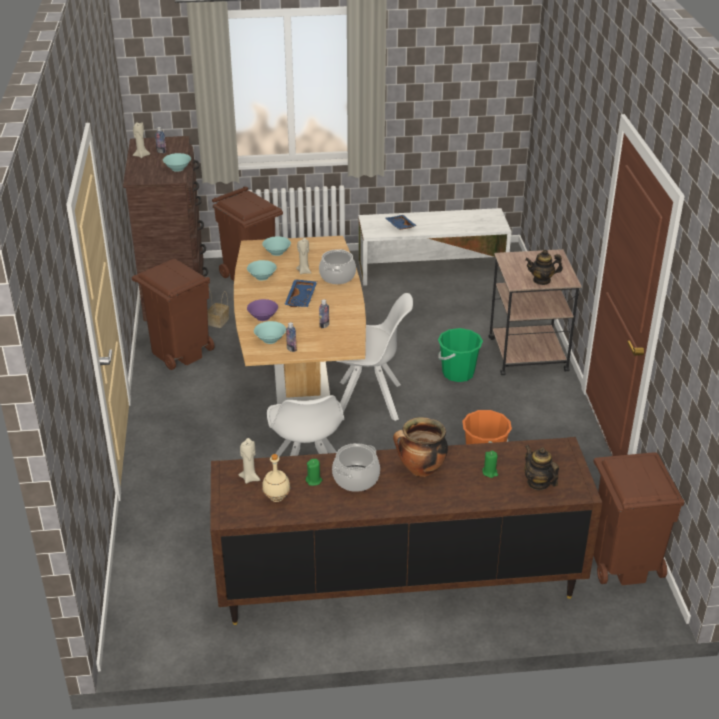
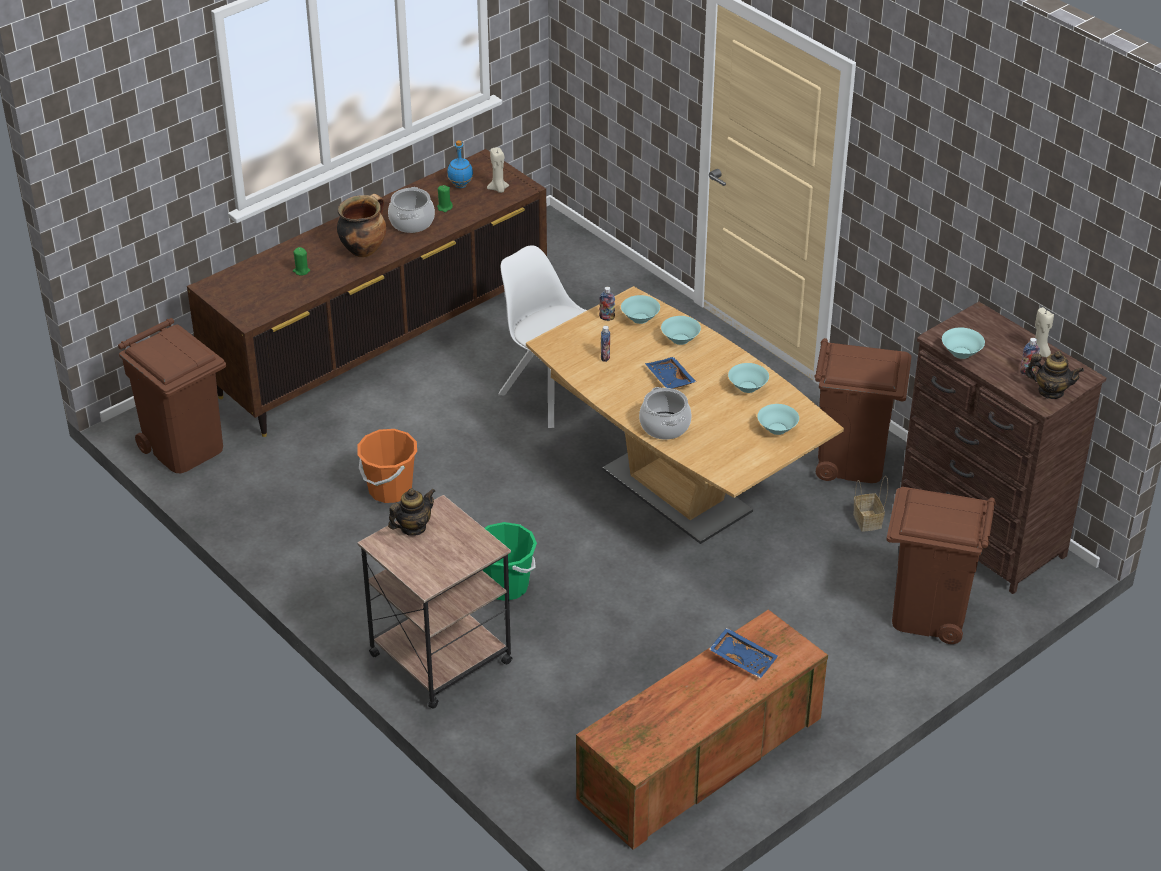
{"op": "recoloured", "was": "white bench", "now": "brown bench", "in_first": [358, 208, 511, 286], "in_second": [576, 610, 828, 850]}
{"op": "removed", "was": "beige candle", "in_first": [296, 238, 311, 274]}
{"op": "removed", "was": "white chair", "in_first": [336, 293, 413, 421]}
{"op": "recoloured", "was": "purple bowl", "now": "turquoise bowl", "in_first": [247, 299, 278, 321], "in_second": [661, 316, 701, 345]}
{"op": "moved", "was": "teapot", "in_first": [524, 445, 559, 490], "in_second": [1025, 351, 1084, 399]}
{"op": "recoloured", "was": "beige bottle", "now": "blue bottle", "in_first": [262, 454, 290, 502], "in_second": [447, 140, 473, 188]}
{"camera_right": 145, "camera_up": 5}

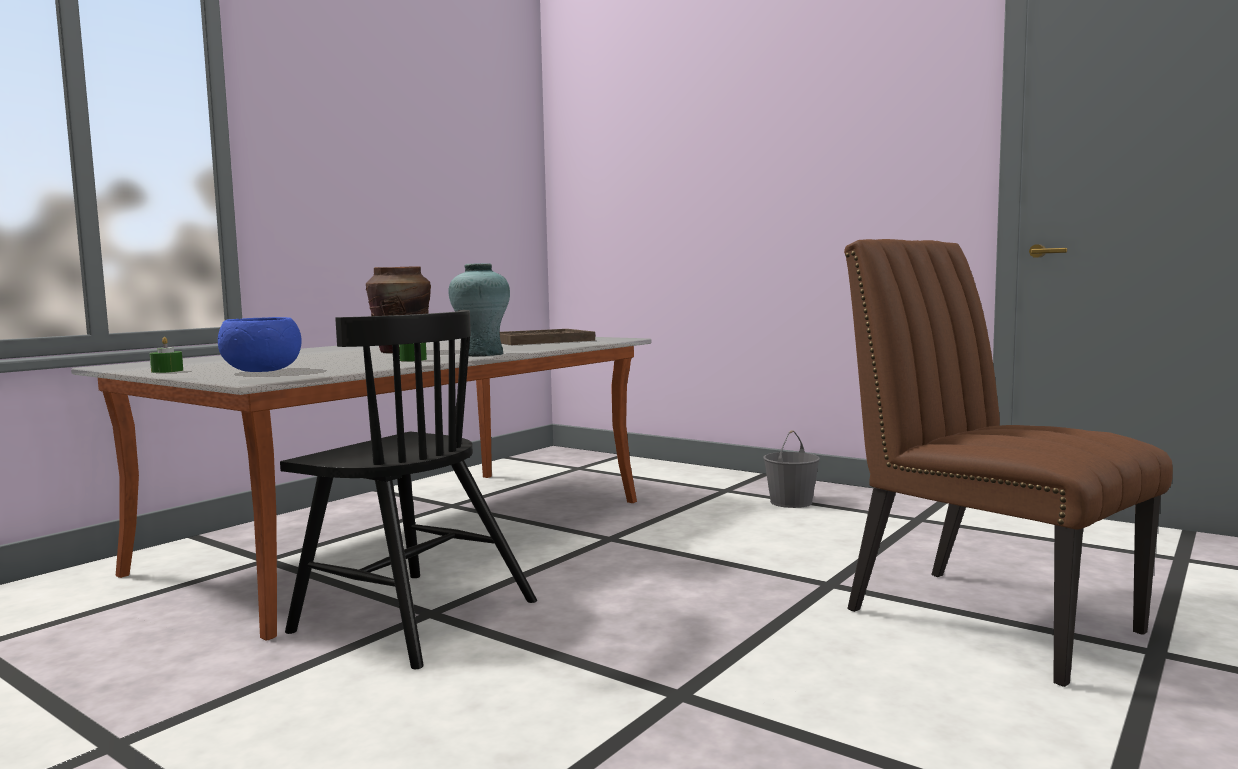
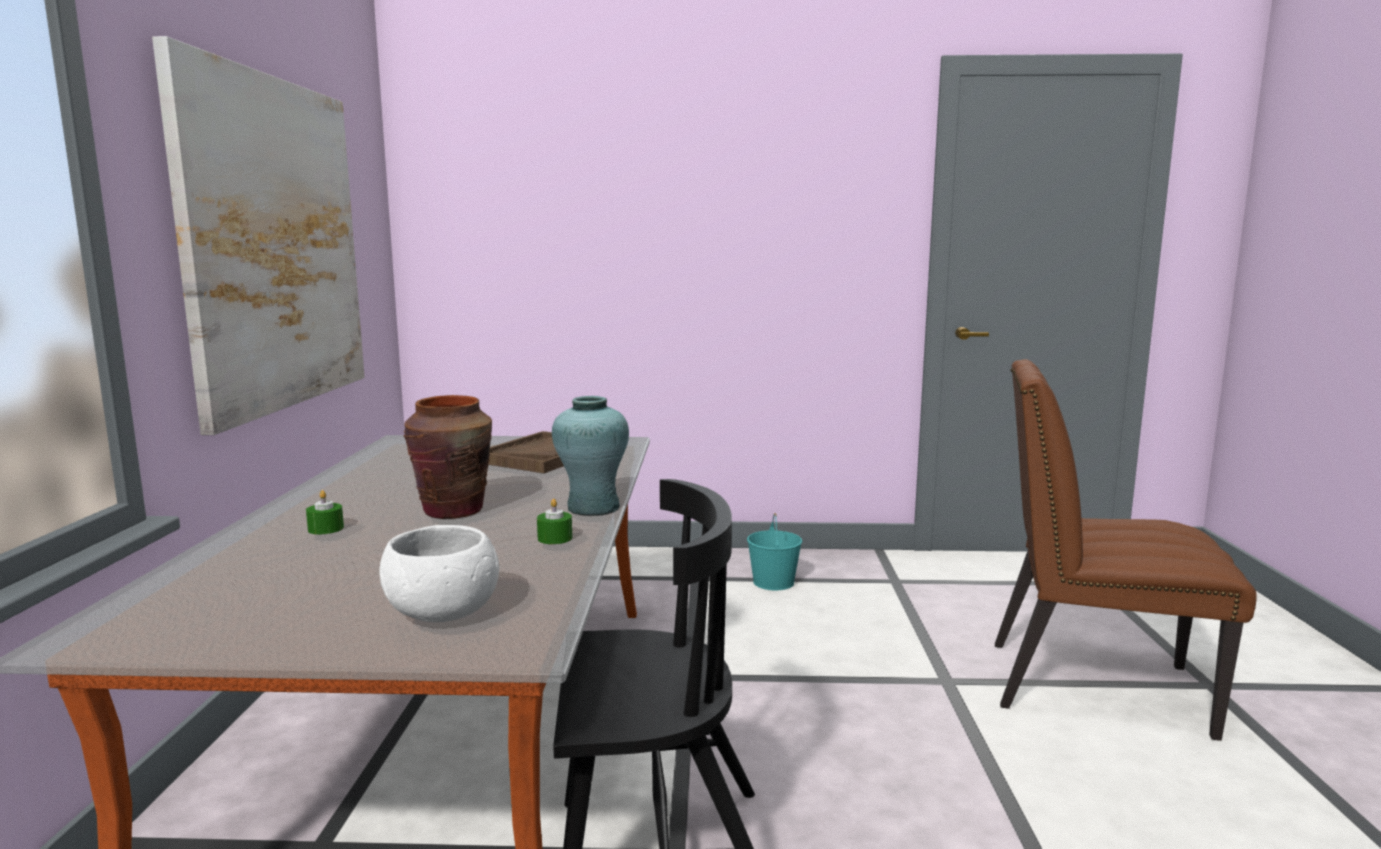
{"op": "recoloured", "was": "blue bowl", "now": "white bowl", "in_first": [218, 317, 302, 372], "in_second": [379, 525, 499, 622]}
{"op": "moved", "was": "green candle", "in_first": [150, 337, 183, 373], "in_second": [306, 490, 344, 534]}
{"op": "recoloured", "was": "grey bucket", "now": "turquoise bucket", "in_first": [763, 430, 820, 508], "in_second": [747, 513, 802, 590]}
{"op": "added", "now": "picture", "in_second": [152, 36, 365, 435]}
{"camera_right": -35, "camera_up": 5}

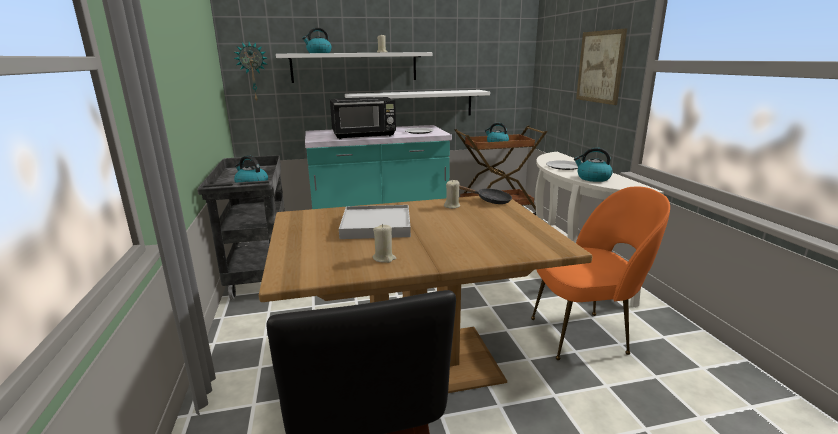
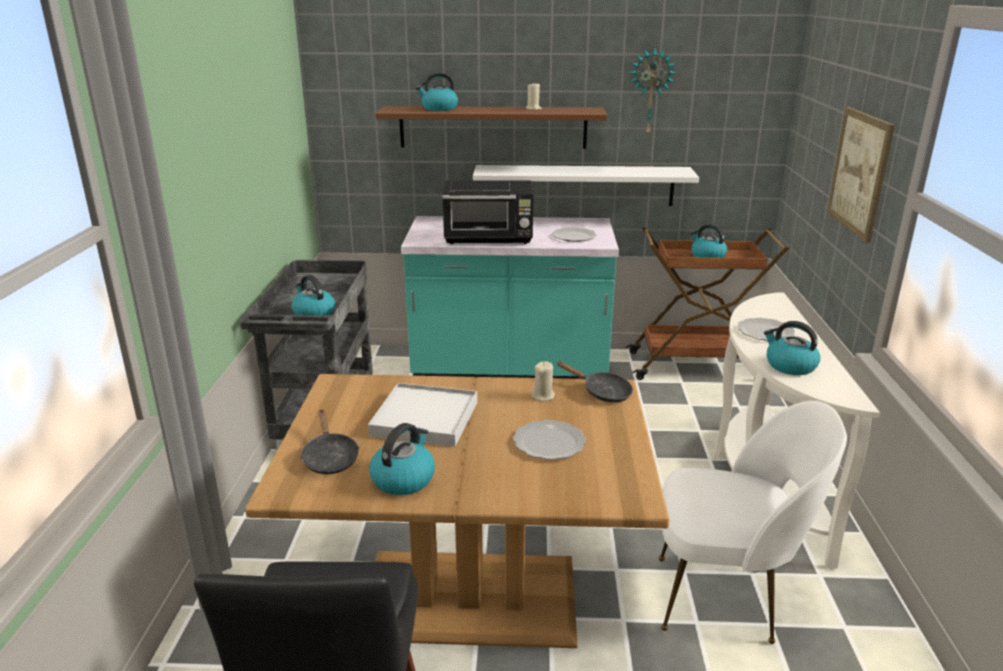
{"op": "moved", "was": "wall clock", "in_first": [234, 42, 268, 102], "in_second": [629, 48, 676, 135]}
{"op": "recoloured", "was": "white shelf", "now": "brown shelf", "in_first": [276, 52, 432, 83], "in_second": [375, 106, 607, 149]}
{"op": "recoloured", "was": "orange chair", "now": "white chair", "in_first": [531, 186, 670, 360], "in_second": [659, 401, 847, 644]}
{"op": "replaced", "was": "beige candle", "now": "kettle", "in_first": [373, 224, 396, 263], "in_second": [369, 423, 435, 495]}
{"op": "added", "now": "black frying pan", "in_second": [300, 409, 359, 474]}
{"op": "added", "now": "plate", "in_second": [513, 420, 586, 460]}
{"camera_right": 15, "camera_up": 5}

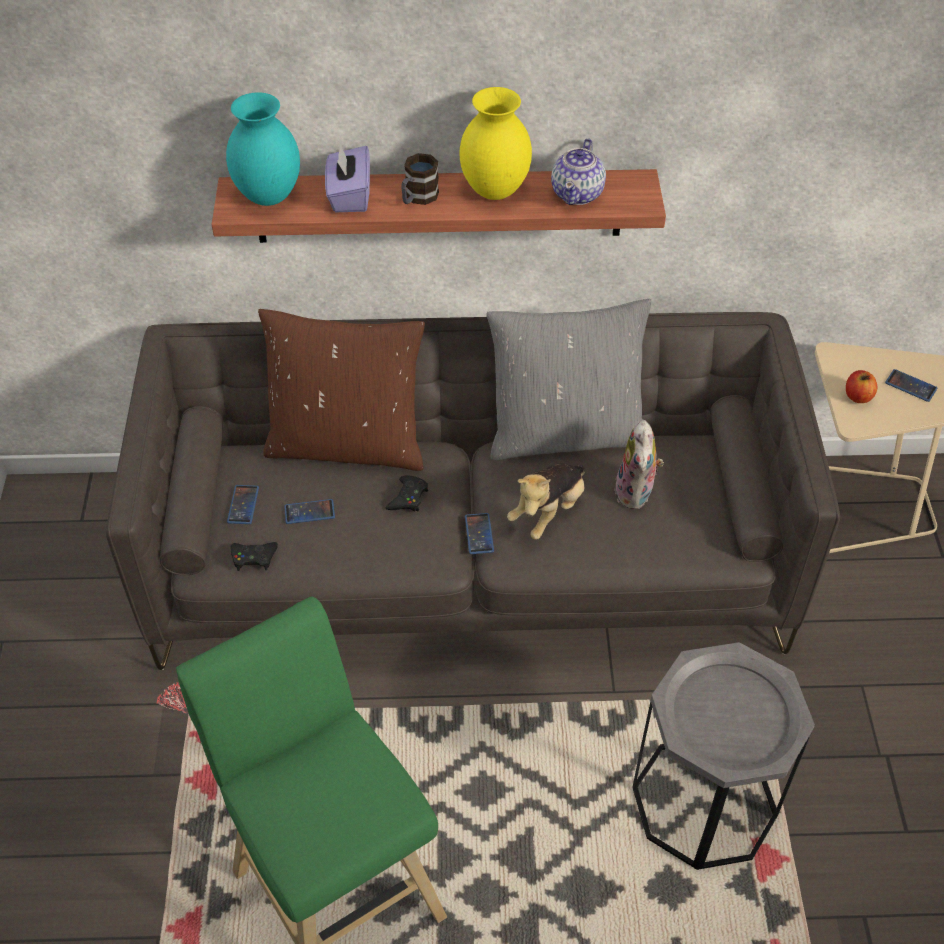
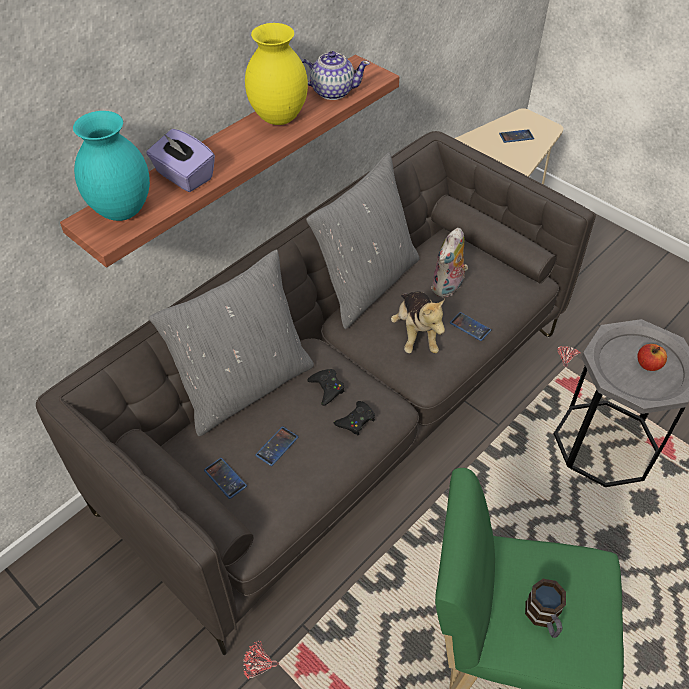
{"op": "turned", "was": "teapot", "in_first": [551, 139, 606, 205], "in_second": [301, 51, 370, 100], "clockwise": -60}
{"op": "moved", "was": "mug", "in_first": [401, 153, 439, 205], "in_second": [525, 579, 566, 638]}
{"op": "recoloured", "was": "brown pillow", "now": "grey pillow", "in_first": [258, 309, 425, 471], "in_second": [149, 250, 314, 436]}
{"op": "moved", "was": "apple", "in_first": [846, 370, 877, 403], "in_second": [637, 344, 667, 371]}
{"op": "turned", "was": "plush toy", "in_first": [614, 420, 664, 509], "in_second": [431, 228, 468, 298], "clockwise": 75}
{"op": "moved", "was": "phone", "in_first": [465, 513, 494, 554], "in_second": [450, 312, 491, 341]}
{"op": "moved", "was": "black game controller", "in_first": [231, 542, 278, 571], "in_second": [334, 401, 375, 435]}
{"camera_right": -45, "camera_up": 0}

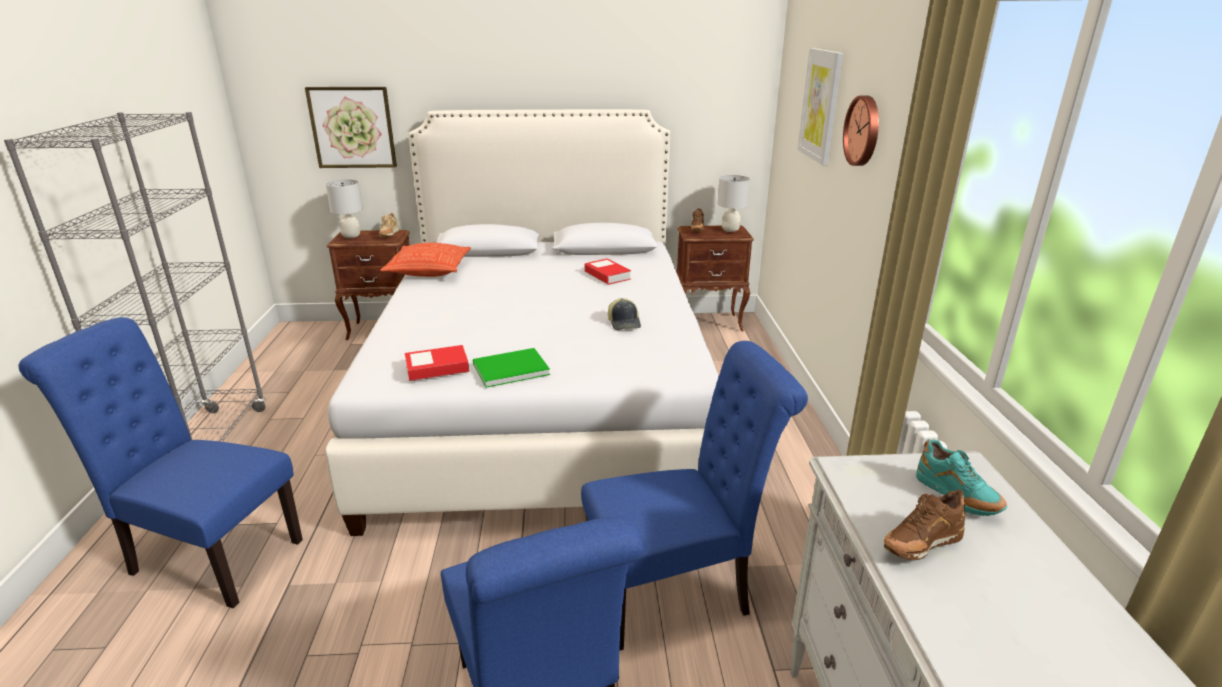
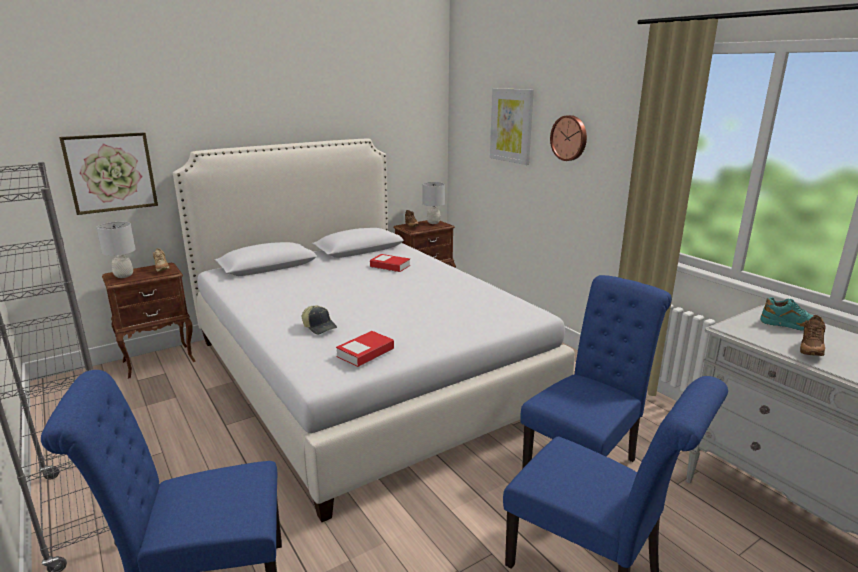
{"op": "removed", "was": "orange pillow", "in_first": [380, 243, 471, 277]}
{"op": "moved", "was": "cap", "in_first": [608, 298, 641, 331], "in_second": [302, 305, 337, 334]}
{"op": "removed", "was": "green book", "in_first": [473, 348, 550, 388]}
{"camera_right": -30, "camera_up": -5}

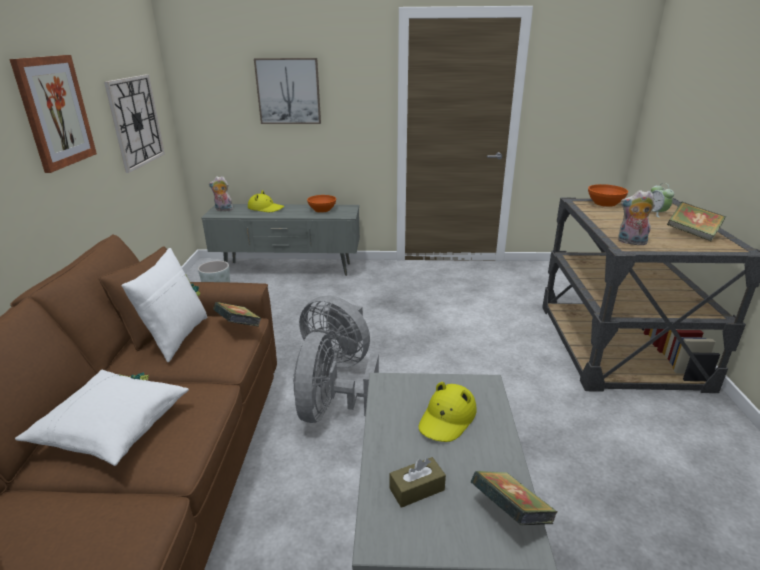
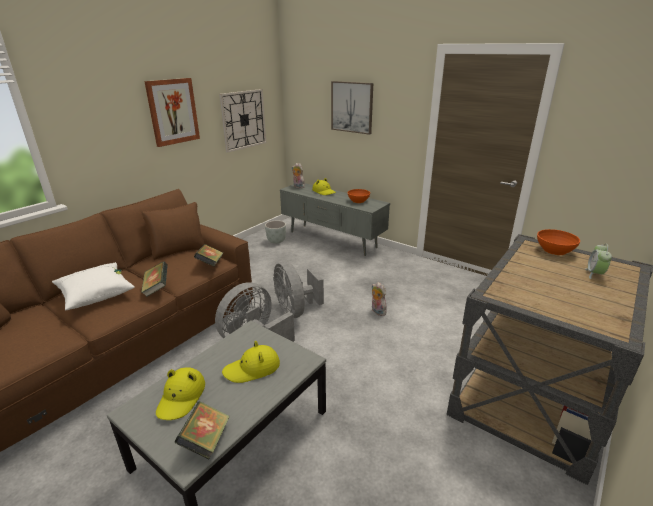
{"op": "moved", "was": "plush toy", "in_first": [618, 190, 655, 245], "in_second": [372, 282, 387, 316]}
{"op": "moved", "was": "book", "in_first": [667, 202, 726, 241], "in_second": [141, 262, 168, 297]}
{"op": "removed", "was": "white pillow", "in_first": [122, 248, 207, 362]}
{"op": "replaced", "was": "brown tissue box", "now": "yellow hat", "in_first": [389, 457, 446, 508], "in_second": [156, 367, 205, 420]}
{"camera_right": 35, "camera_up": 0}

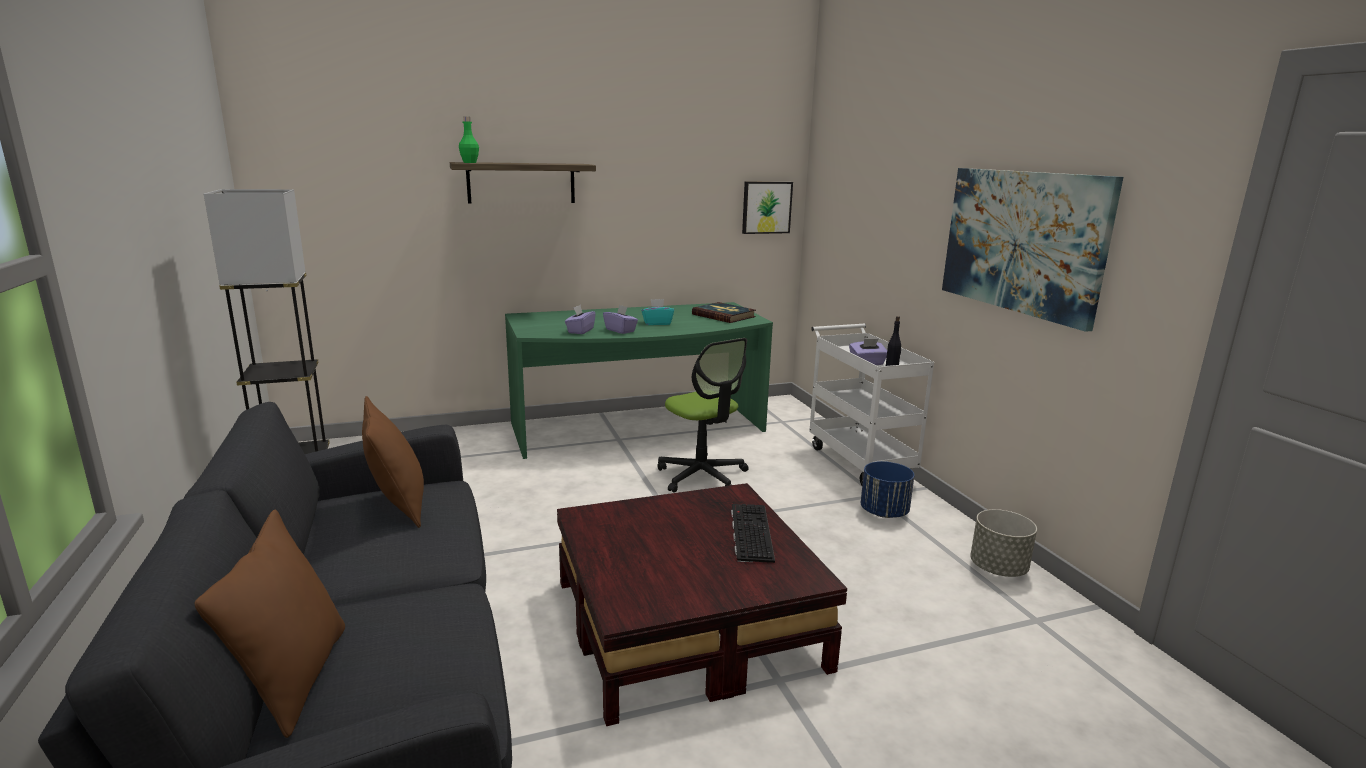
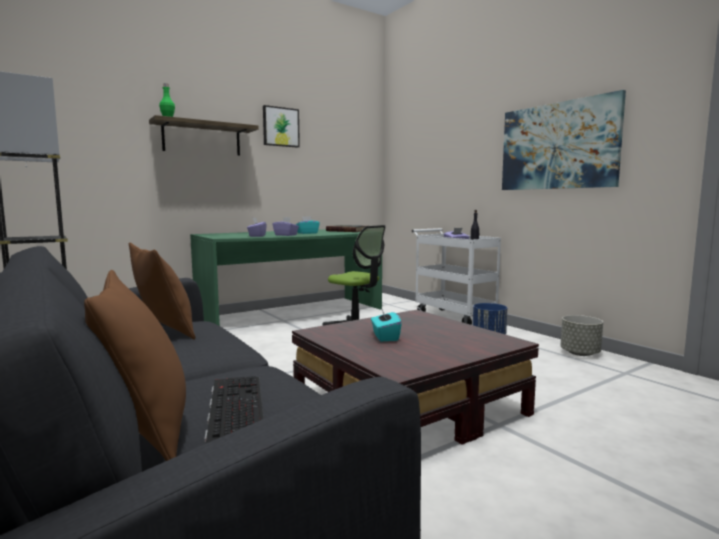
{"op": "moved", "was": "picture", "in_first": [742, 182, 793, 234], "in_second": [263, 105, 300, 148]}
{"op": "moved", "was": "keyboard", "in_first": [731, 504, 775, 563], "in_second": [204, 376, 264, 443]}
{"op": "added", "now": "turquoise tissue box", "in_second": [371, 309, 402, 341]}
{"camera_right": -15, "camera_up": -10}

